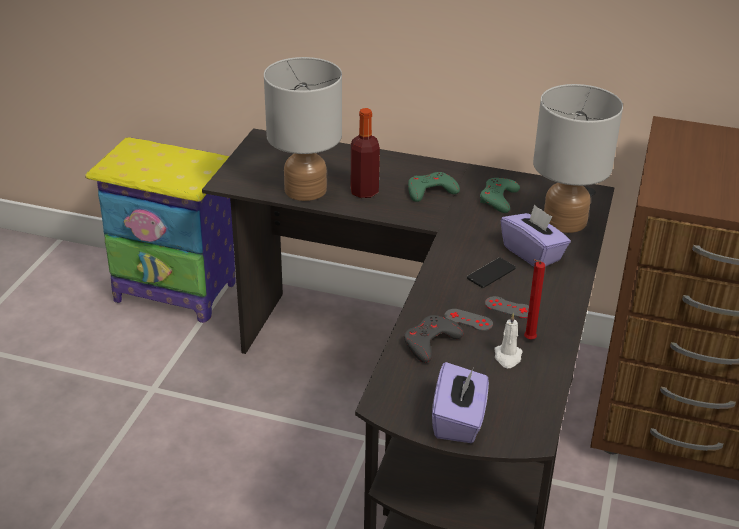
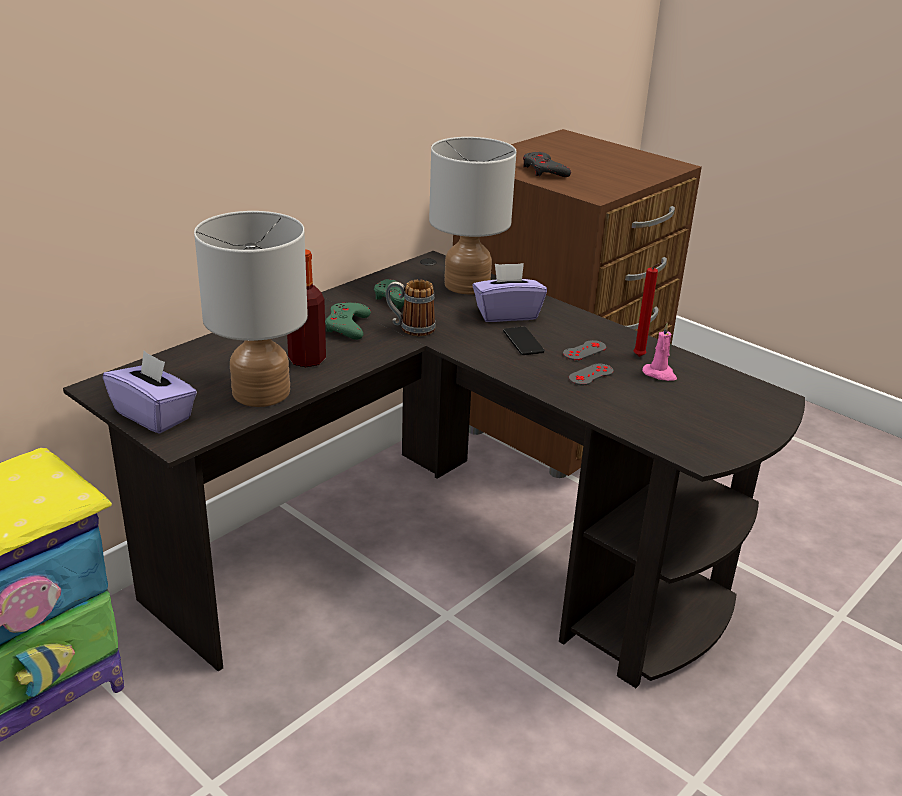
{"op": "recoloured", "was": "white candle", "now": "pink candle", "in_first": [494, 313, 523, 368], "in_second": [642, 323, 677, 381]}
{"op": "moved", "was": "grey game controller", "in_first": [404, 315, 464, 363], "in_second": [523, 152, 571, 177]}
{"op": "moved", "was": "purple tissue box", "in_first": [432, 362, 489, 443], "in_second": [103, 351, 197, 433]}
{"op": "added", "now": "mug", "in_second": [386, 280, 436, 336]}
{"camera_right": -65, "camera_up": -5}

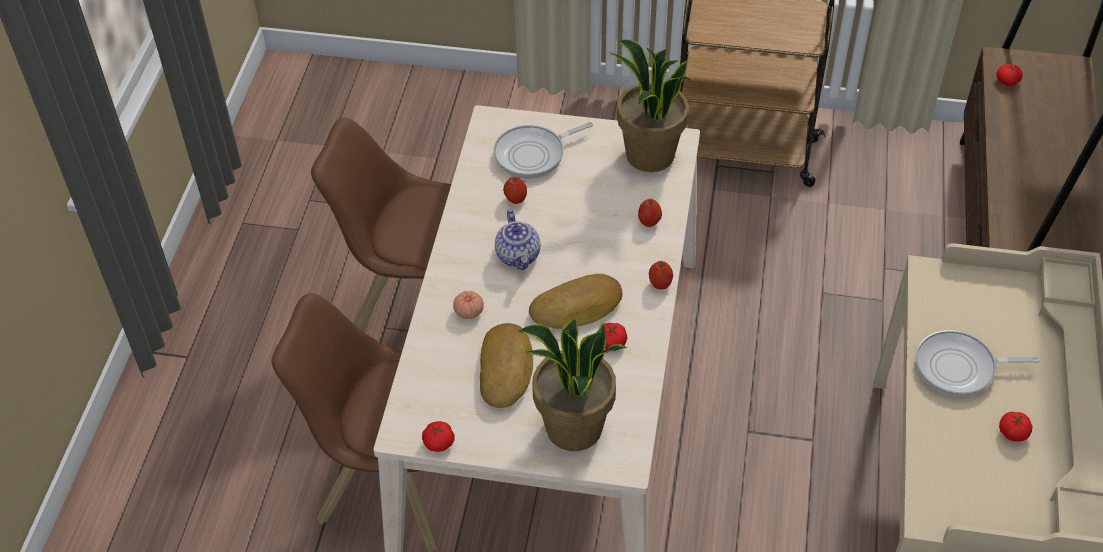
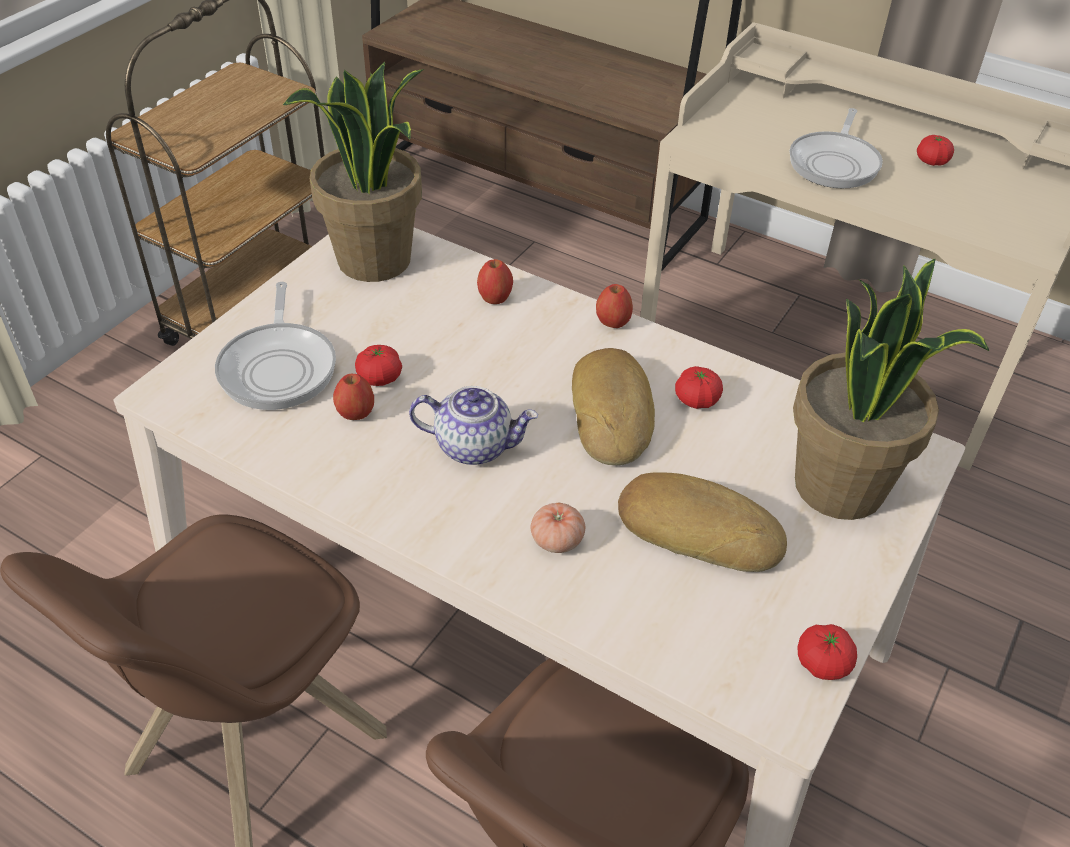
{"op": "moved", "was": "tomato", "in_first": [996, 63, 1023, 86], "in_second": [355, 345, 402, 386]}
{"camera_right": -70, "camera_up": -5}

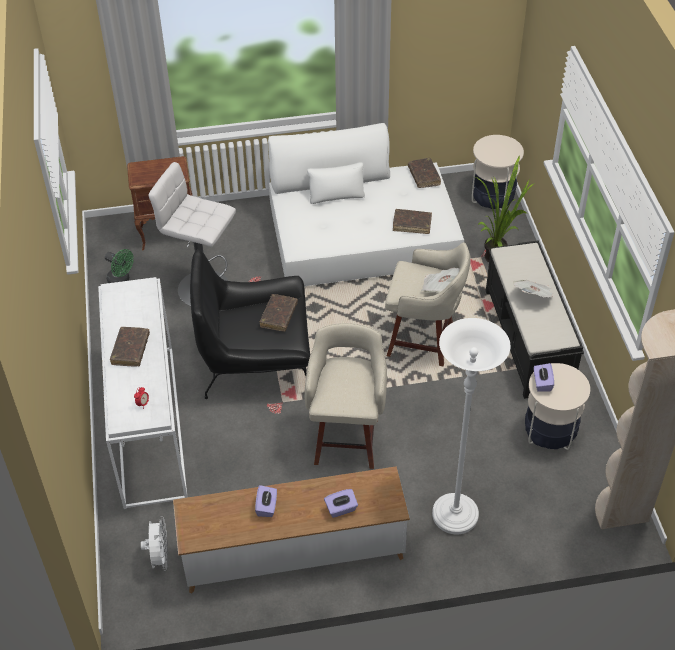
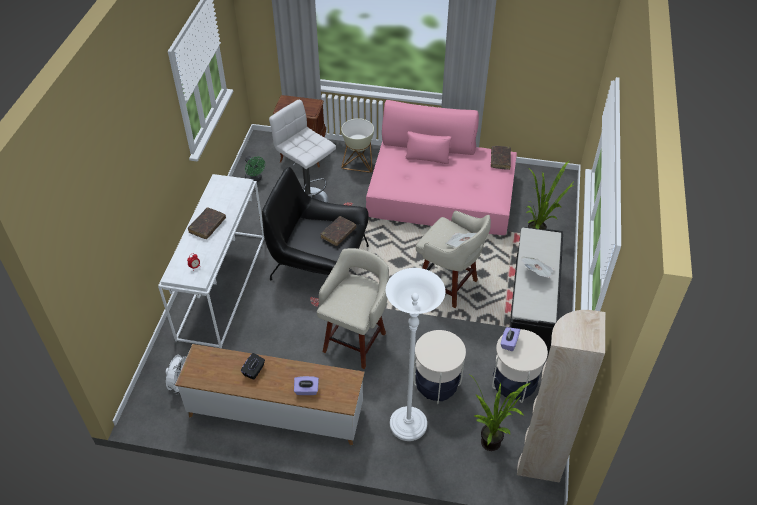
{"op": "recoloured", "was": "white sofa", "now": "pink sofa", "in_first": [268, 123, 464, 286], "in_second": [366, 100, 517, 235]}
{"op": "moved", "was": "beige side table", "in_first": [472, 135, 524, 211], "in_second": [413, 330, 466, 404]}
{"op": "removed", "was": "brown book", "in_first": [393, 209, 432, 234]}
{"op": "recoloured", "was": "purple tissue box", "now": "black tissue box", "in_first": [255, 485, 277, 517], "in_second": [241, 353, 265, 380]}
{"op": "added", "now": "planter", "in_second": [341, 118, 374, 173]}
{"op": "added", "now": "potted plant", "in_second": [468, 374, 530, 451]}
{"camera_right": 20, "camera_up": 0}

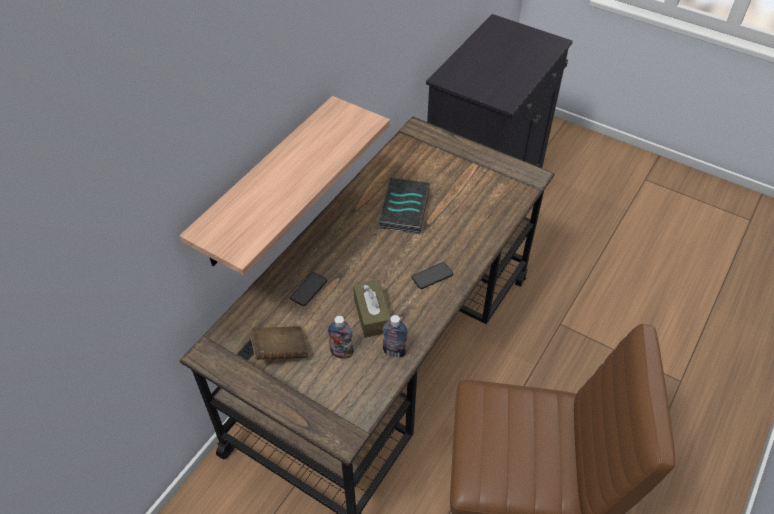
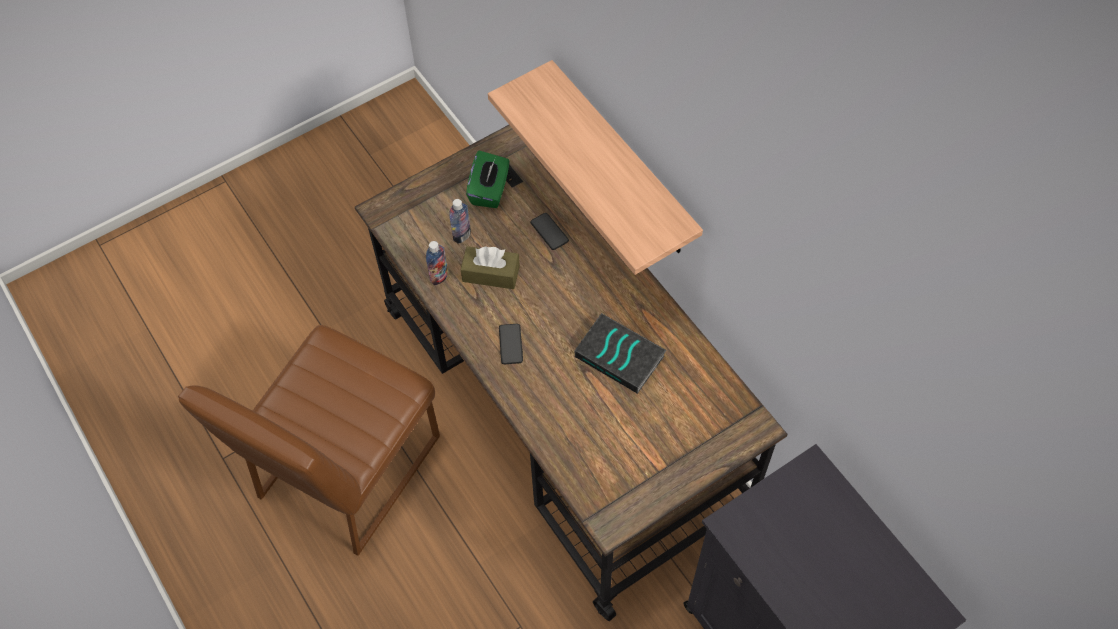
{"op": "replaced", "was": "brown book", "now": "green tissue box", "in_first": [250, 326, 308, 360], "in_second": [466, 150, 509, 208]}
{"camera_right": 115, "camera_up": 10}

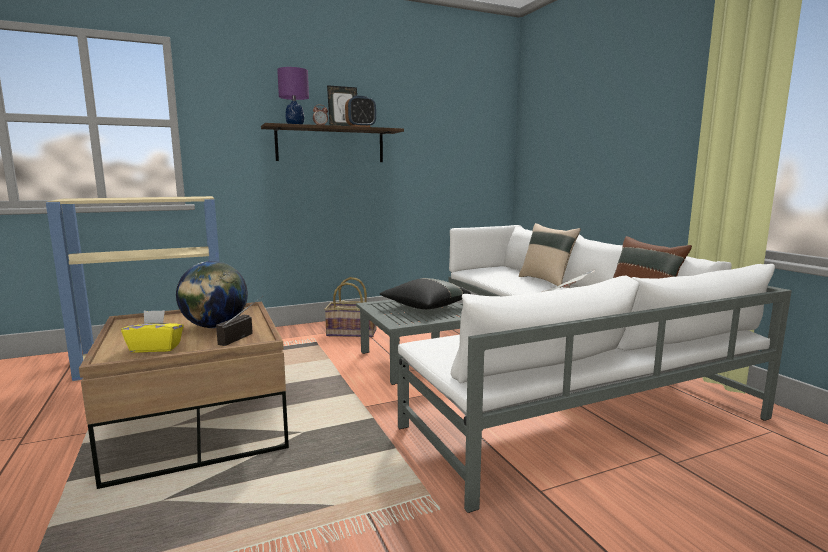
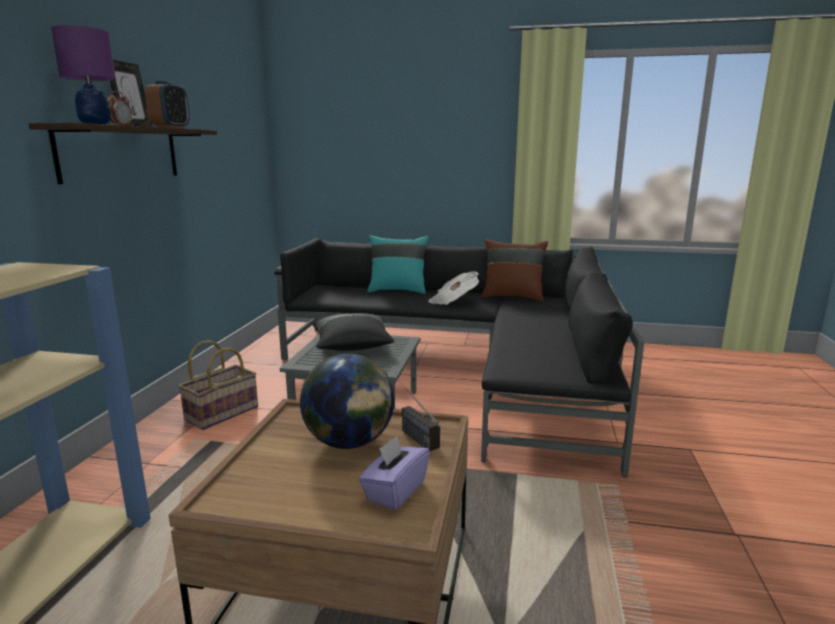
{"op": "recoloured", "was": "beige pillow", "now": "turquoise pillow", "in_first": [519, 223, 581, 288], "in_second": [367, 235, 429, 294]}
{"op": "recoloured", "was": "white sofa", "now": "black sofa", "in_first": [356, 225, 792, 513], "in_second": [274, 238, 644, 477]}
{"op": "recoloured", "was": "yellow tissue box", "now": "purple tissue box", "in_first": [121, 310, 184, 353], "in_second": [359, 436, 430, 510]}
{"camera_right": -55, "camera_up": 5}

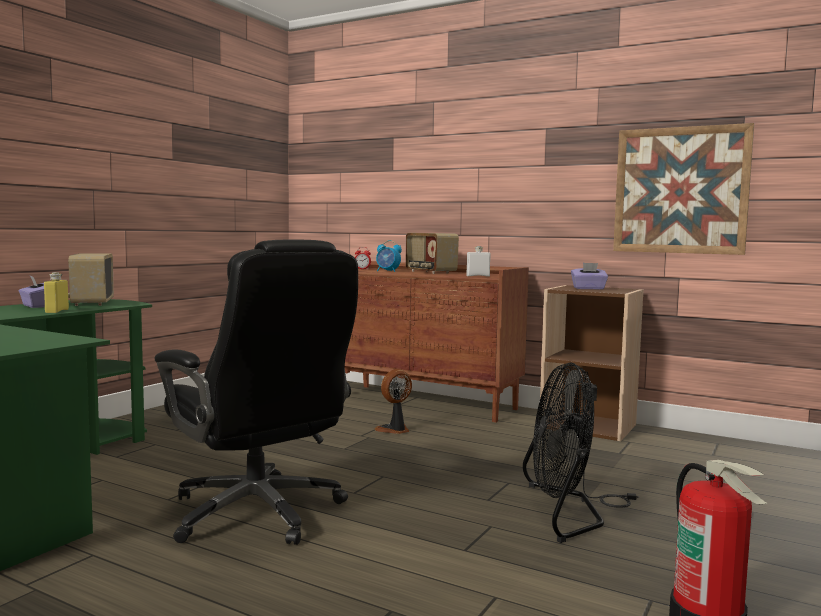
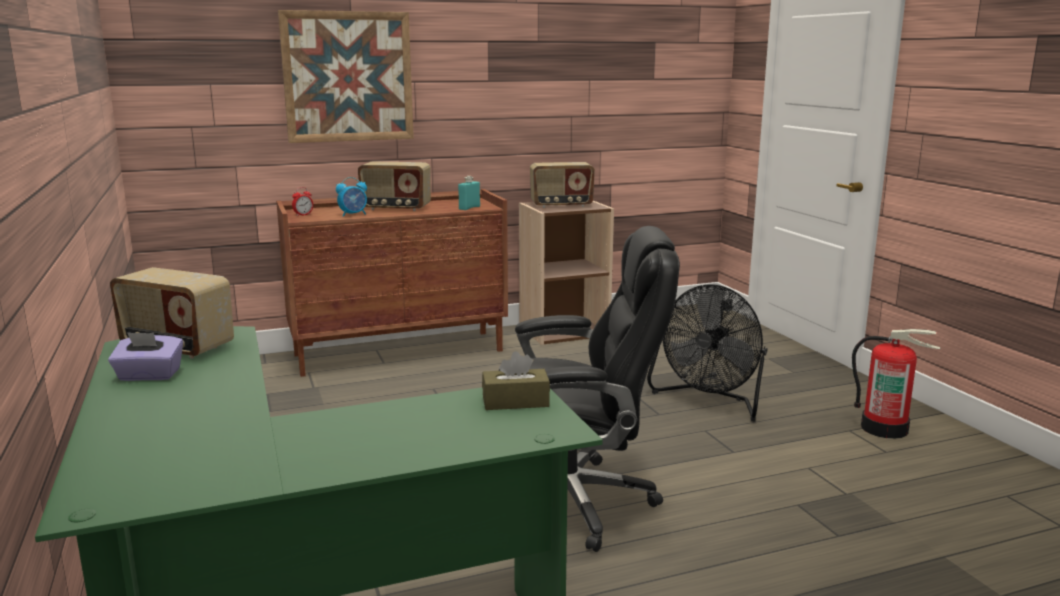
{"op": "moved", "was": "picture", "in_first": [613, 123, 754, 255], "in_second": [278, 10, 414, 143]}
{"op": "recoloured", "was": "white bottle", "now": "turquoise bottle", "in_first": [466, 246, 491, 277], "in_second": [458, 176, 480, 210]}
{"op": "replaced", "was": "purple tissue box", "now": "radio", "in_first": [571, 263, 608, 290], "in_second": [530, 162, 595, 208]}
{"op": "removed", "was": "yellow bottle", "in_first": [44, 272, 69, 313]}
{"op": "removed", "was": "fan", "in_first": [375, 369, 412, 434]}
{"op": "added", "now": "brown tissue box", "in_second": [482, 351, 550, 410]}
{"camera_right": -50, "camera_up": 10}

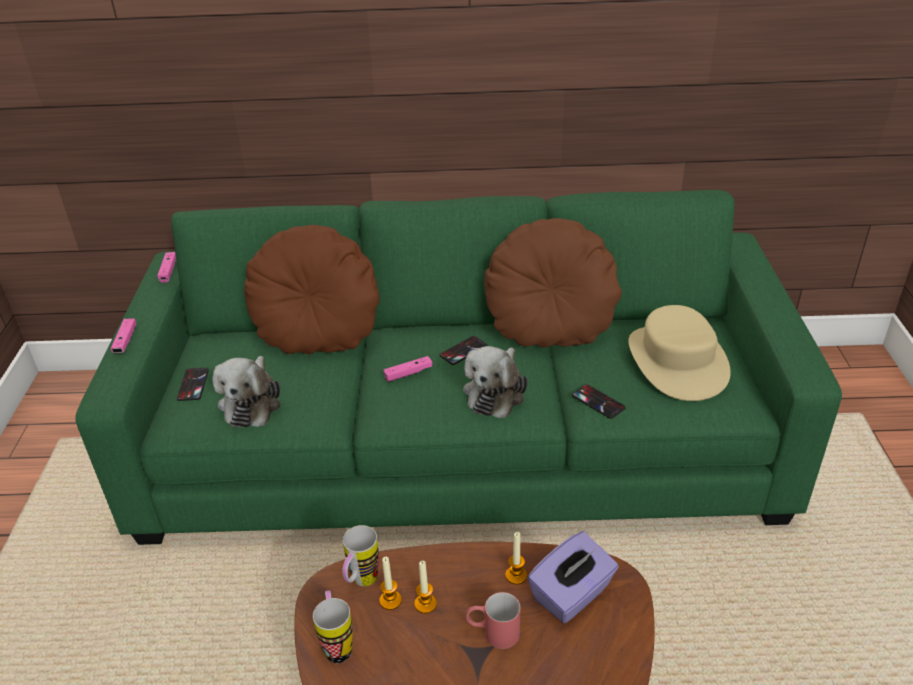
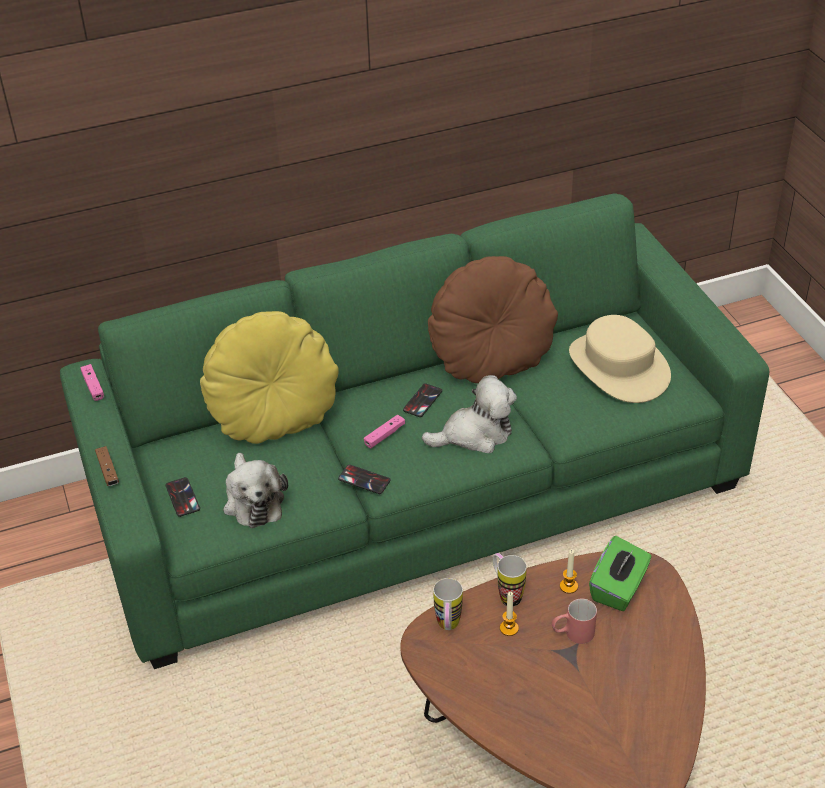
{"op": "recoloured", "was": "brown pillow", "now": "yellow pillow", "in_first": [244, 225, 379, 354], "in_second": [200, 311, 339, 444]}
{"op": "recoloured", "was": "pink game controller", "now": "brown game controller", "in_first": [111, 318, 136, 353], "in_second": [95, 446, 119, 486]}
{"op": "turned", "was": "plush toy", "in_first": [463, 346, 528, 418], "in_second": [422, 375, 517, 453], "clockwise": -105}
{"op": "moved", "was": "phone", "in_first": [572, 384, 626, 419], "in_second": [338, 465, 391, 494]}
{"op": "recoloured", "was": "purple tissue box", "now": "green tissue box", "in_first": [527, 531, 619, 623], "in_second": [589, 536, 651, 611]}
{"op": "removed", "was": "candle", "in_first": [379, 557, 402, 610]}
{"op": "moved", "was": "mug", "in_first": [313, 590, 353, 663], "in_second": [493, 553, 527, 607]}
{"camera_right": -20, "camera_up": 5}

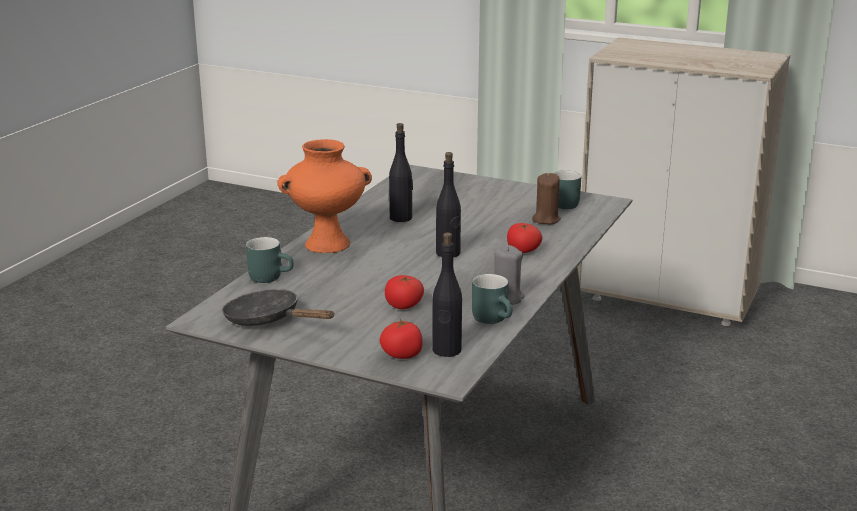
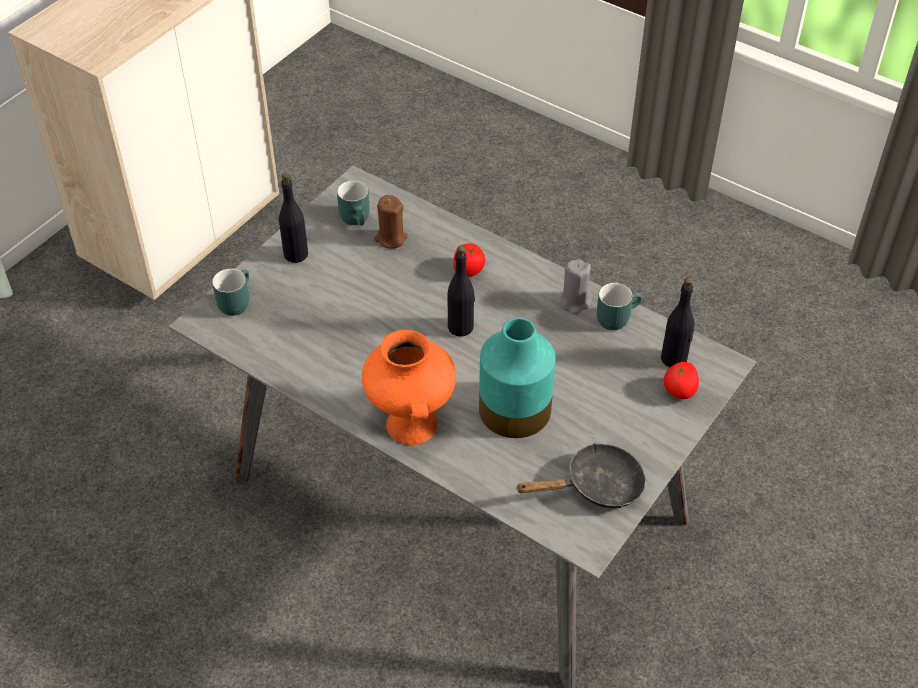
{"op": "moved", "was": "black bottle", "in_first": [389, 123, 413, 222], "in_second": [279, 172, 308, 263]}
{"op": "moved", "was": "turquoise mug", "in_first": [246, 237, 294, 283], "in_second": [212, 268, 249, 316]}
{"op": "removed", "was": "tomato", "in_first": [385, 275, 424, 309]}
{"op": "turned", "was": "black frying pan", "in_first": [222, 289, 335, 326], "in_second": [515, 443, 646, 508], "clockwise": -150}
{"op": "added", "now": "turquoise vase", "in_second": [479, 317, 556, 438]}
{"camera_right": -80, "camera_up": 25}

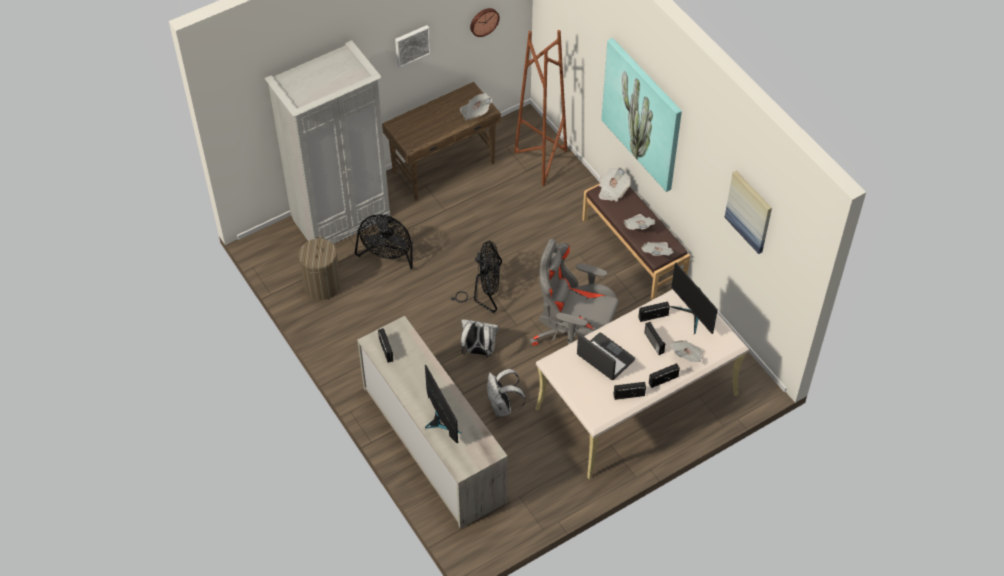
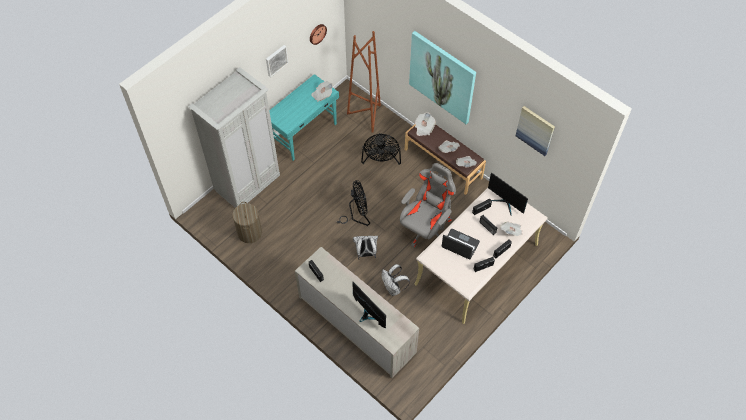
{"op": "recoloured", "was": "brown console table", "now": "turquoise console table", "in_first": [382, 82, 501, 201], "in_second": [269, 74, 339, 161]}
{"op": "moved", "was": "black fan", "in_first": [355, 214, 413, 270], "in_second": [361, 133, 401, 165]}
{"op": "turned", "was": "grey office chair", "in_first": [530, 238, 619, 346], "in_second": [400, 163, 456, 247], "clockwise": 120}
{"camera_right": -15, "camera_up": 5}

